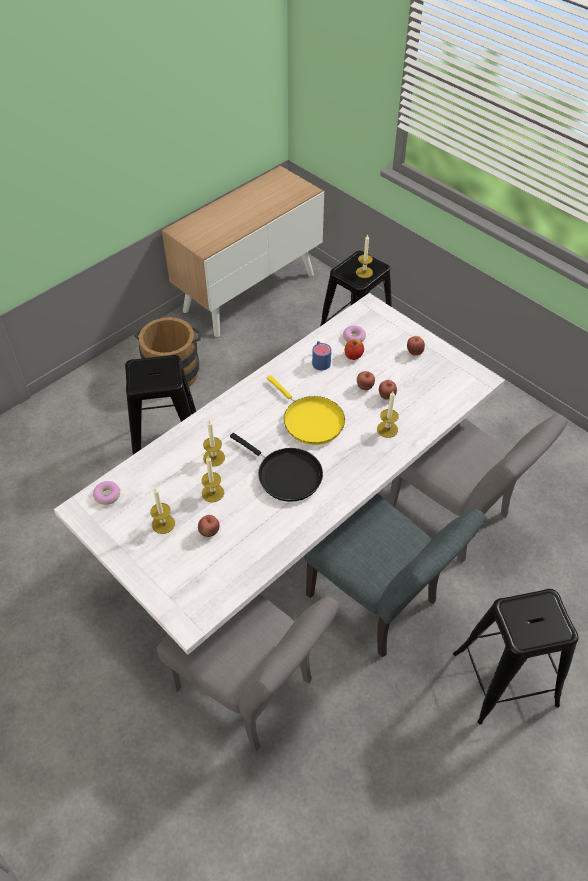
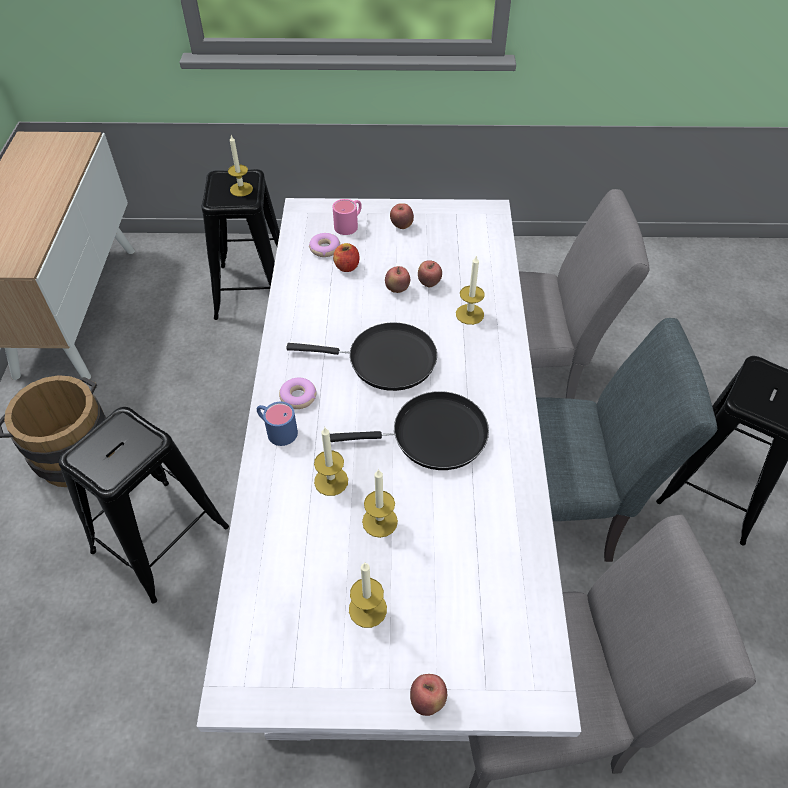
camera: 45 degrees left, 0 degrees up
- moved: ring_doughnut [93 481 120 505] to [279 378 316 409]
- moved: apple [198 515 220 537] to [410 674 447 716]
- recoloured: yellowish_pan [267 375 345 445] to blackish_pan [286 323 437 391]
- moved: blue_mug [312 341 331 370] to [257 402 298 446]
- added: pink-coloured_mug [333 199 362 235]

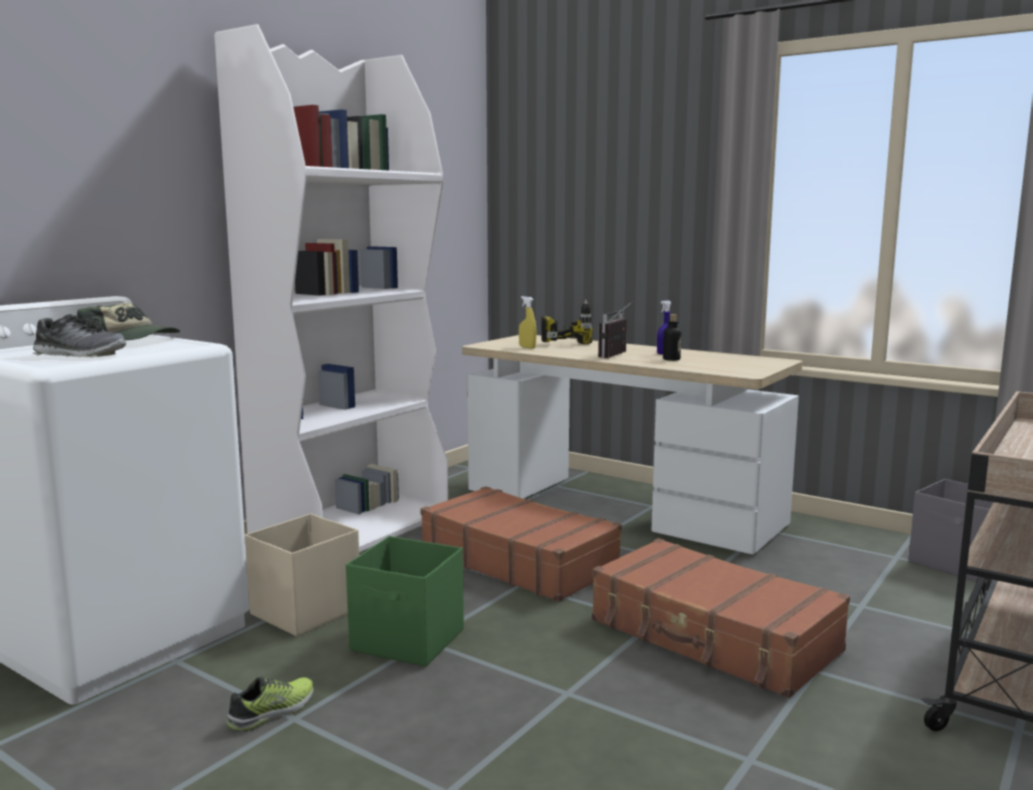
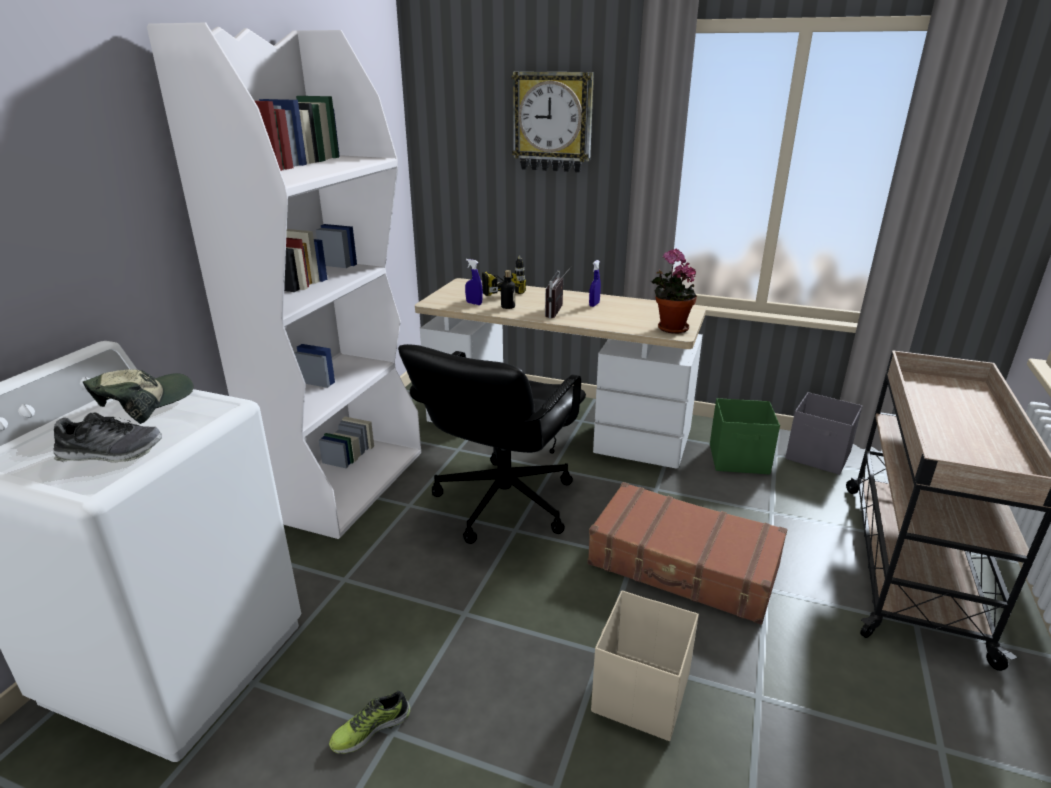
camera: 15 degrees left, 15 degrees up
- turned: baseball_cap [77 303 180 340] = [83 369 194 424] 60 degrees counterclockwise
- turned: shoe [227 677 313 732] = [329 691 410 754] 150 degrees counterclockwise
- moved: beige_storage_container [245 514 359 637] to [591 591 699 741]
- moved: green_storage_container [346 536 464 667] to [710 398 780 474]
- replaced: brown-coloured_travel_case [420 486 622 602] to blackish_computer_chair [398 344 586 544]
- recoloured: yellowish_spray_bottle [519 296 537 349] to blue_spray_bottle [465 259 483 305]
- moved: drink_bottle [663 314 682 361] to [501 270 515 309]
- added: clock_on_the_wall [511 71 594 173]
- added: plant_in_a_pot [651 249 697 334]

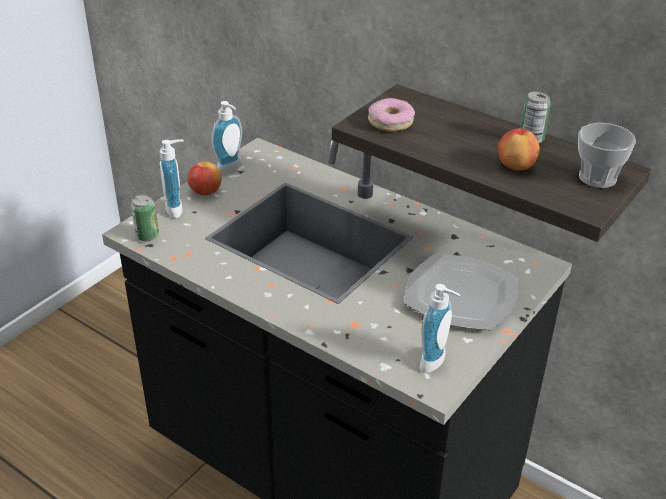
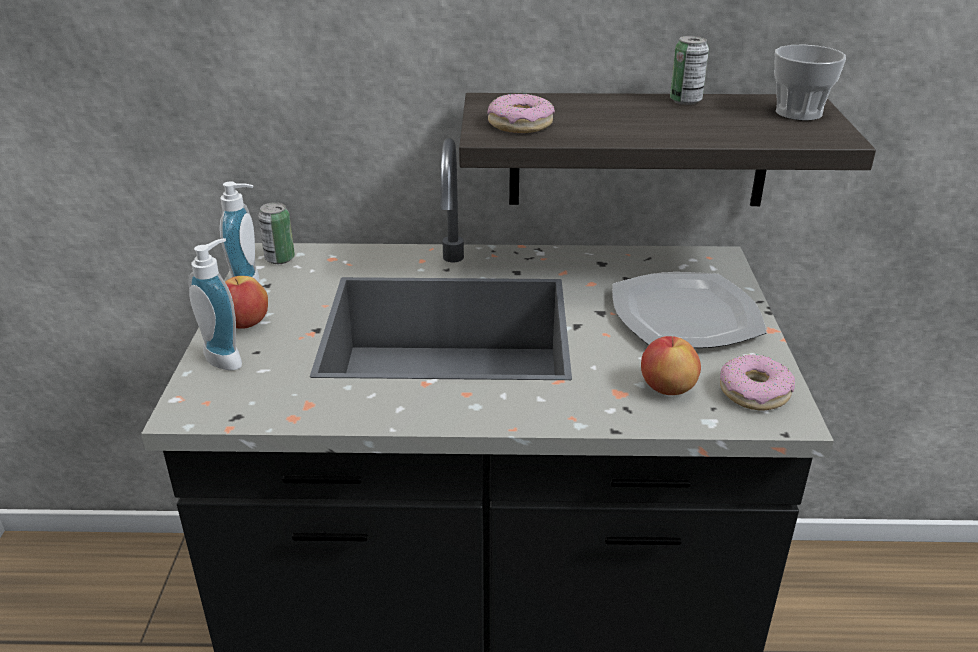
camera: 35 degrees left, 5 degrees down
- moved: metal_can [131 195 159 241] to [258 202 295 264]
- replaced: soap_bottle [420 284 460 373] to ring_doughnut [720 354 795 410]
- moved: apple [498 127 540 171] to [641 336 701 395]

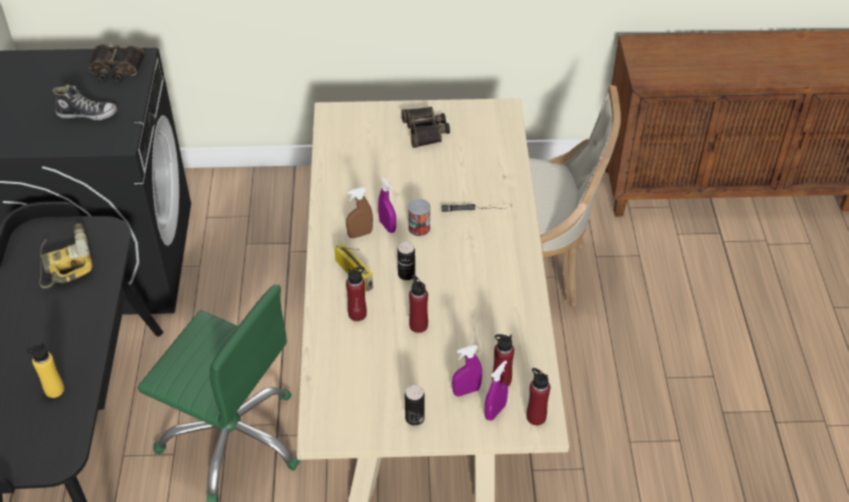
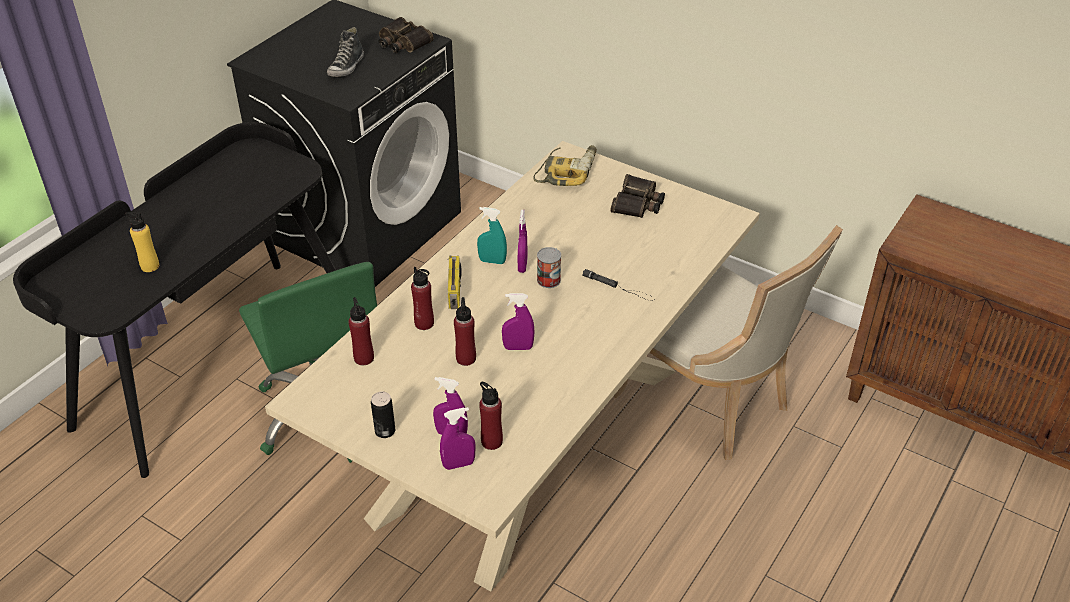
camera: 35 degrees right, 5 degrees down
- moved: power_drill [39 223 93 288] to [533 145 597 186]
- turned: shoe [53 84 117 120] = [327 27 364 77] 75 degrees clockwise
- recoloured: brown-coloured_spray_bottle [346 187 373 238] to blue-green_spray_bottle [477 207 507 264]
- removed: metal_can [397 242 415 280]
- moved: red_drink_bottle [526 368 550 425] to [348 297 374 365]
- added: purple_spray_bottle [502 293 534 350]

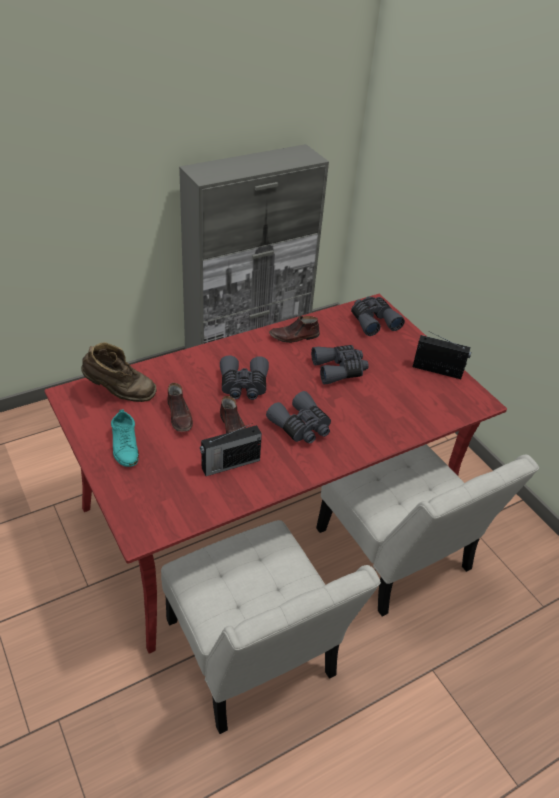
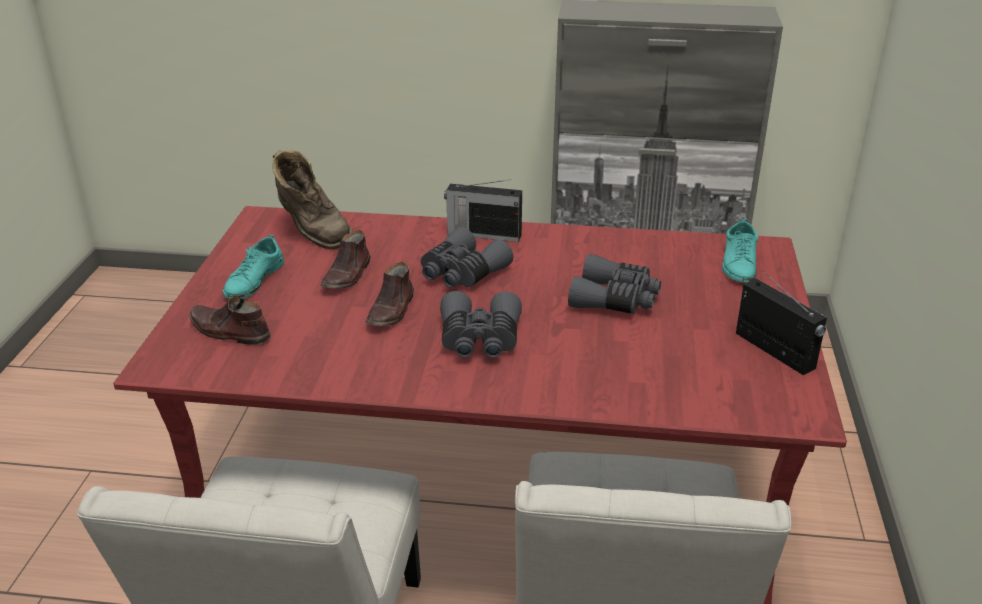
camera: 40 degrees right, 10 degrees down
- moved: radio [200 423 262 476] to [444 179 522 242]
- moved: brown-coloured_shoe [269 316 320 343] to [189 297 271 345]
- replaced: grey_binoculars [351 297 405 336] to blue-green_shoe [722 219 758 283]

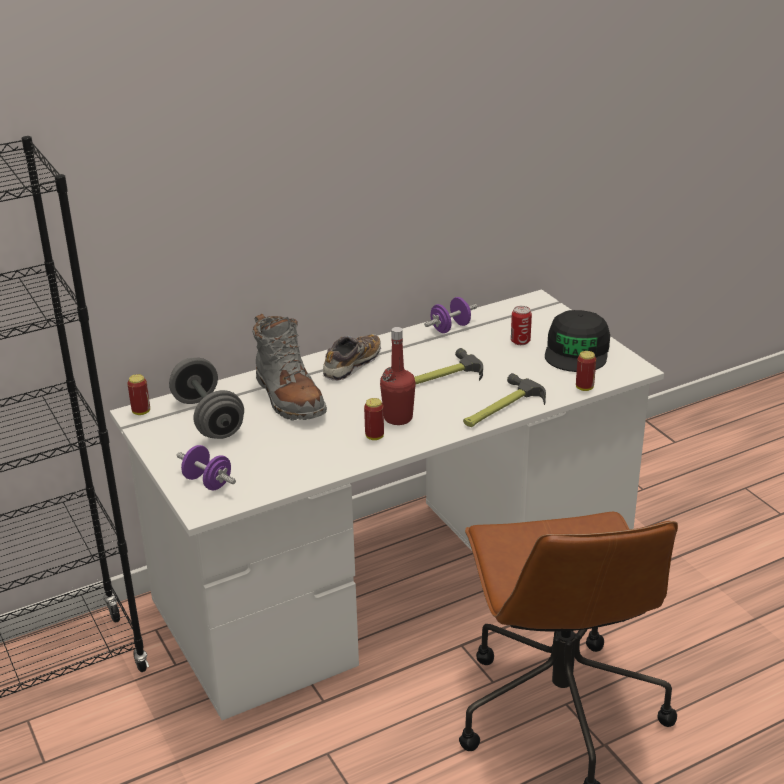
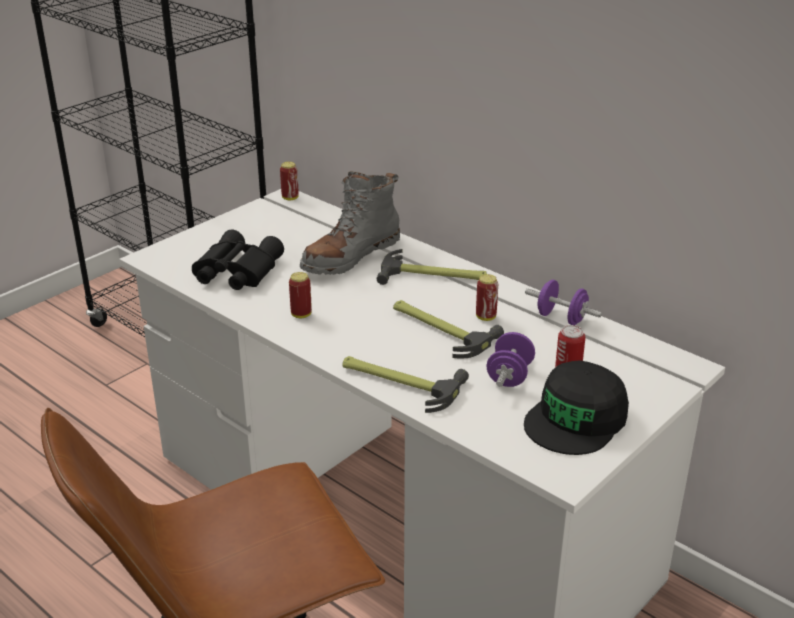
camera: 70 degrees right, 0 degrees up
- removed: grey_dumbbell [169 358 244 439]
- moved: purple_dumbbell [177 445 236 490] to [487 332 535 387]
- replaced: shoe [323 334 381 381] to tool_hammer [377 249 487 285]
- removed: red_drink_bottle [380 327 416 425]
- turned: blackish_baseball_cap [545 310 610 372] = [524 360 629 455] 45 degrees counterclockwise
- moved: metal_can [576 351 596 391] to [476 274 498 321]
- added: blackish_binoculars [192 230 284 290]

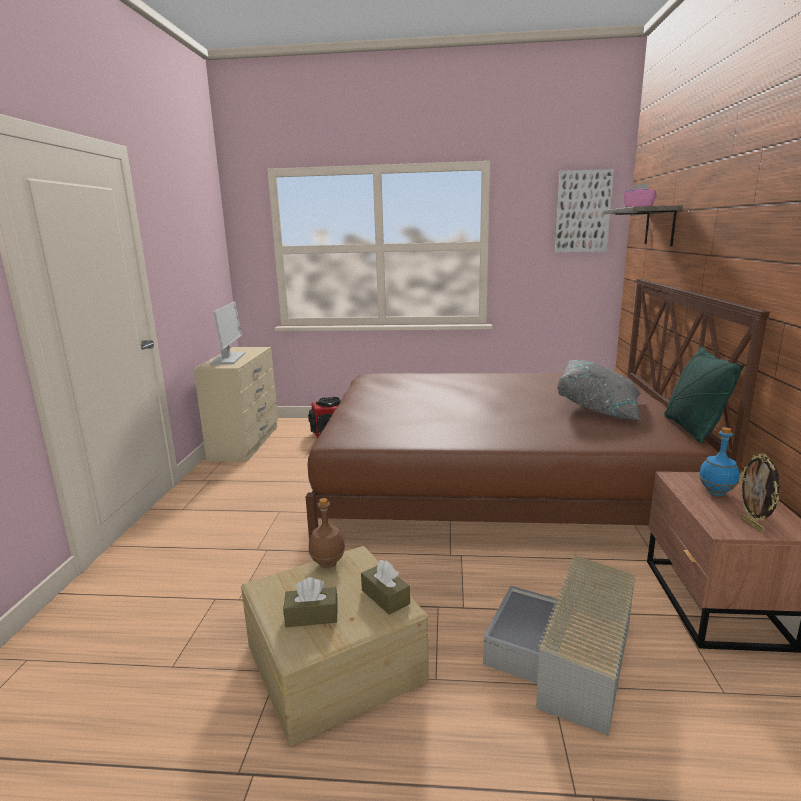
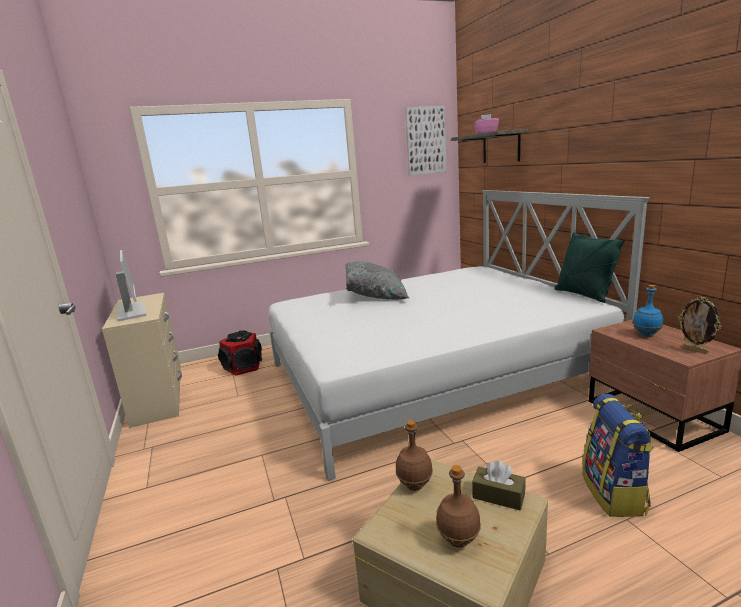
camera: 25 degrees left, 0 degrees up
- replaced: brown-coloured_tissue_holder [283 577 338 627] to brown-coloured_drink_bottle [436 465 481 548]
- recoloured: brown-coloured_bed [306 279 770 539] to white-coloured_bed [269 190 650 481]
- replaced: grey_storage_container [483 555 637 736] to knapsack [582 394 654 517]
- moved: grey_cushion [557 360 641 421] to [346 261 409 300]

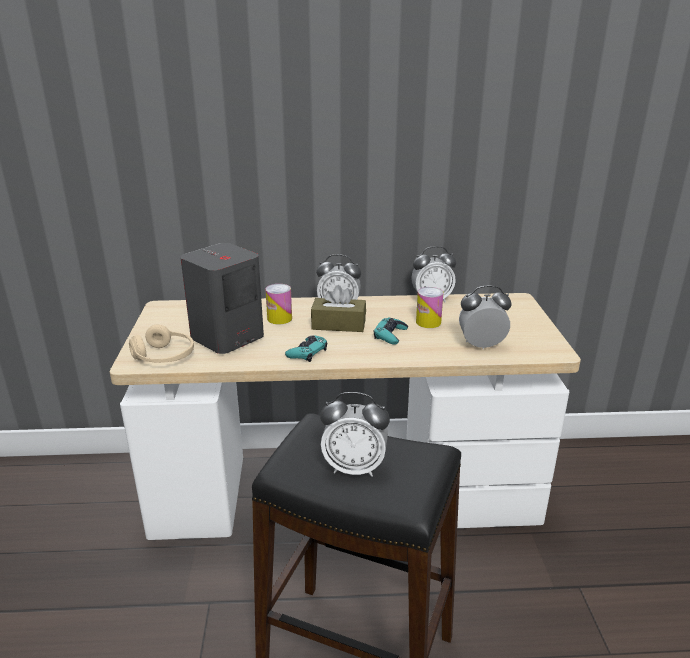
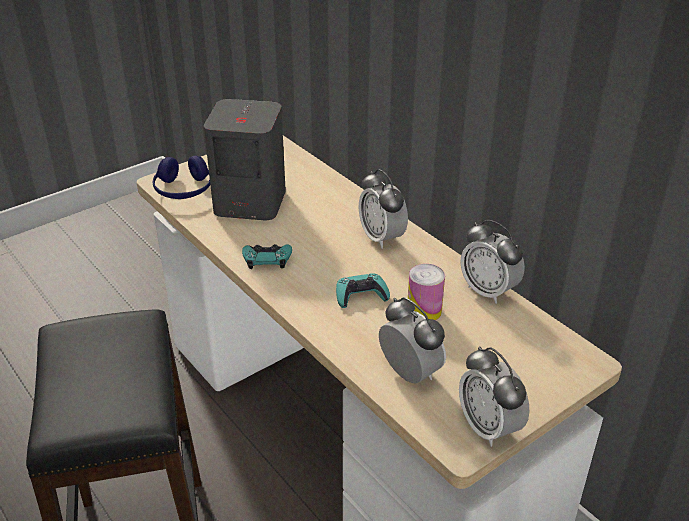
camera: 55 degrees right, 10 degrees up
- recoloured: beige_headphones [129 324 194 363] to blue_headphones [153 156 210 199]
- removed: metal_can [265 284 292 324]
- removed: brown-coloured_tissue_holder [311 285 366 332]
- moved: alarm_clock [320 392 390 477] to [459 346 529 447]

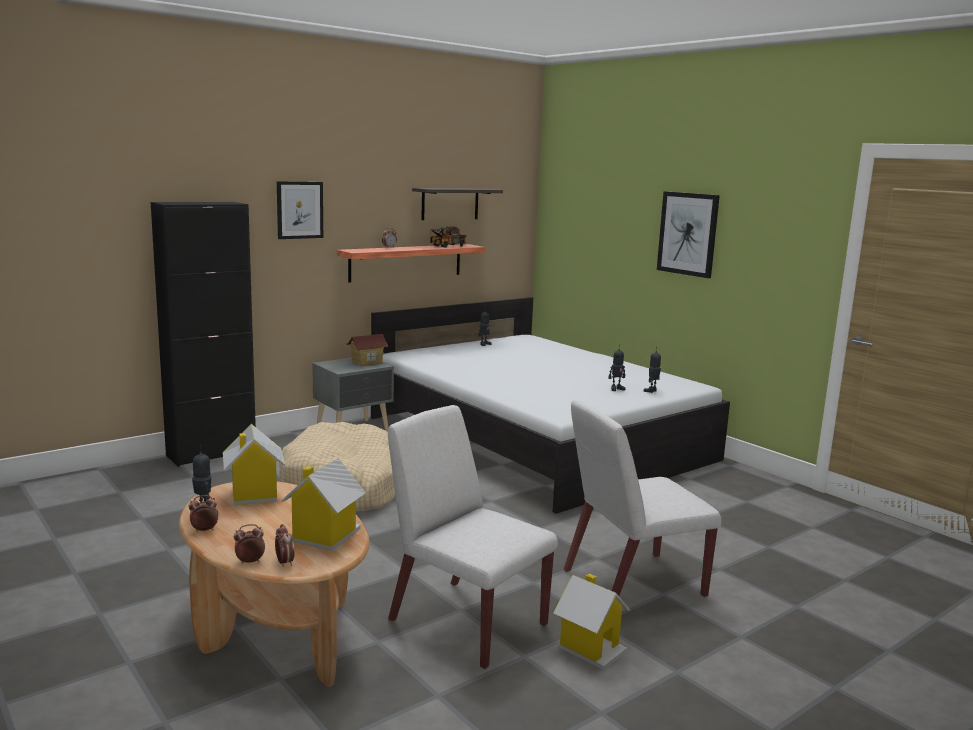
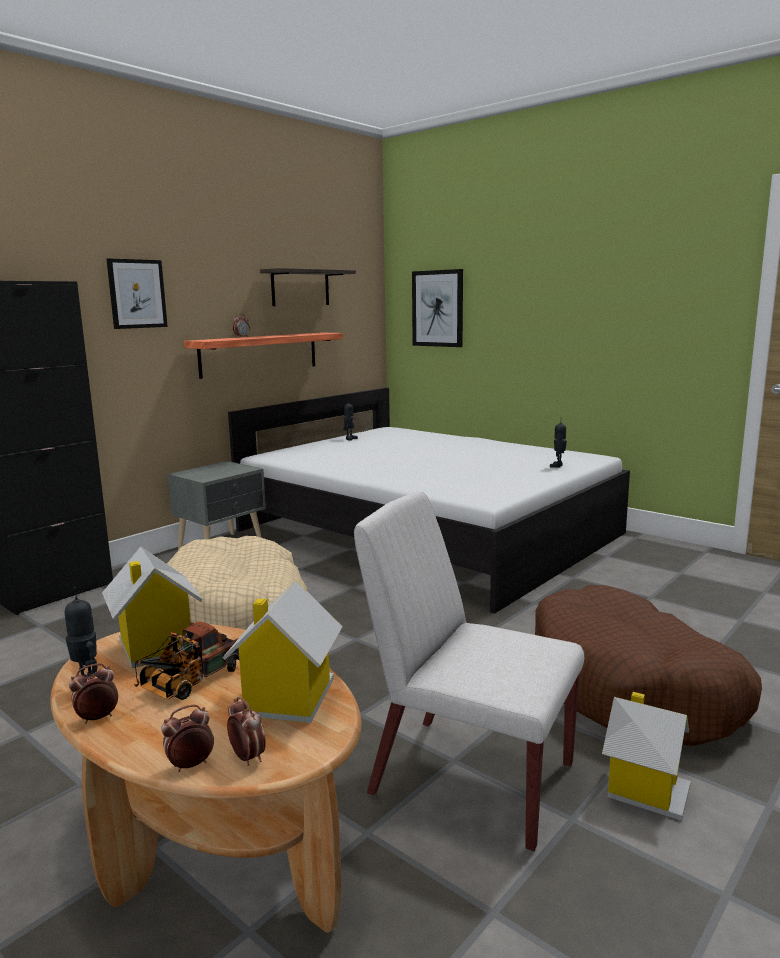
camera: 10 degrees left, 0 degrees up
- removed: toy_house [346 334 389 366]
- moved: toy_truck [430 226 467 248] to [134 621 239 700]
- replaced: white-coloured_chair [564 400 721 597] to brown-coloured_dog_bed [535 585 762 746]
- removed: robot_figure [608 345 626 391]
- moved: picture [657 191 720 278] to [412 269 463 347]

